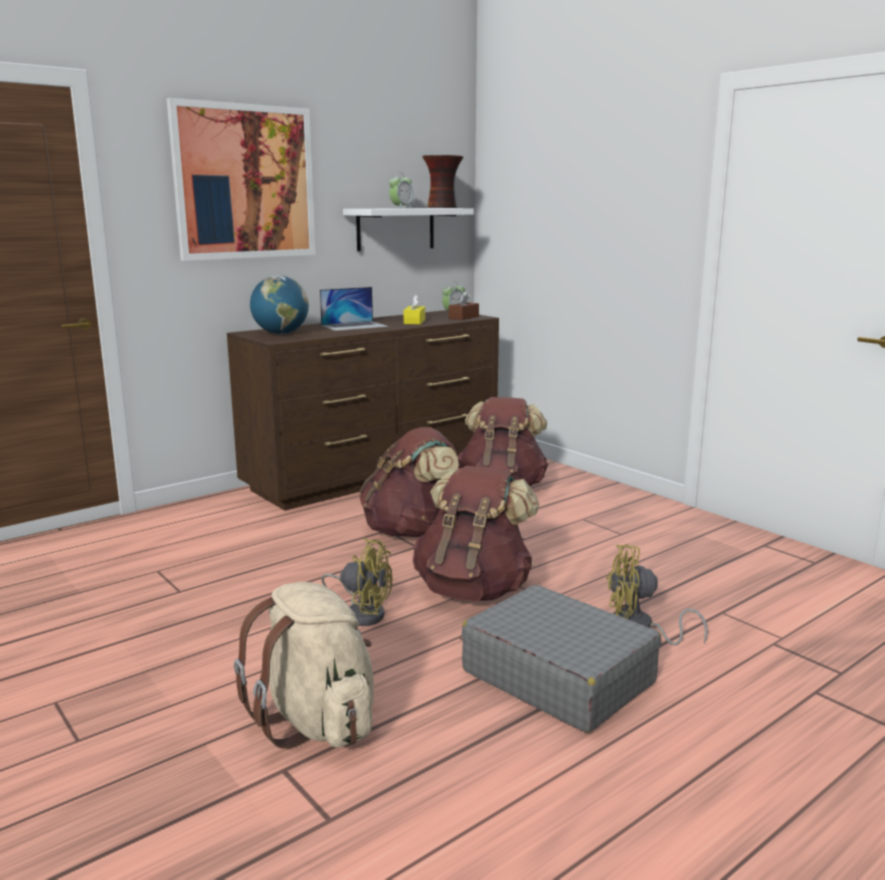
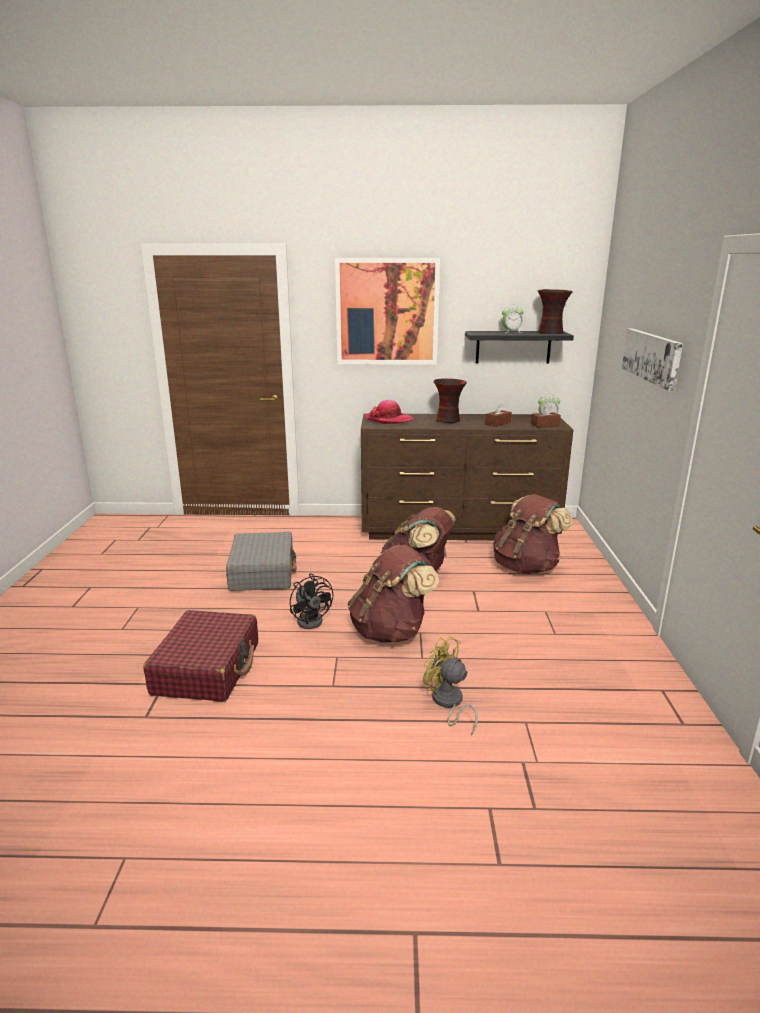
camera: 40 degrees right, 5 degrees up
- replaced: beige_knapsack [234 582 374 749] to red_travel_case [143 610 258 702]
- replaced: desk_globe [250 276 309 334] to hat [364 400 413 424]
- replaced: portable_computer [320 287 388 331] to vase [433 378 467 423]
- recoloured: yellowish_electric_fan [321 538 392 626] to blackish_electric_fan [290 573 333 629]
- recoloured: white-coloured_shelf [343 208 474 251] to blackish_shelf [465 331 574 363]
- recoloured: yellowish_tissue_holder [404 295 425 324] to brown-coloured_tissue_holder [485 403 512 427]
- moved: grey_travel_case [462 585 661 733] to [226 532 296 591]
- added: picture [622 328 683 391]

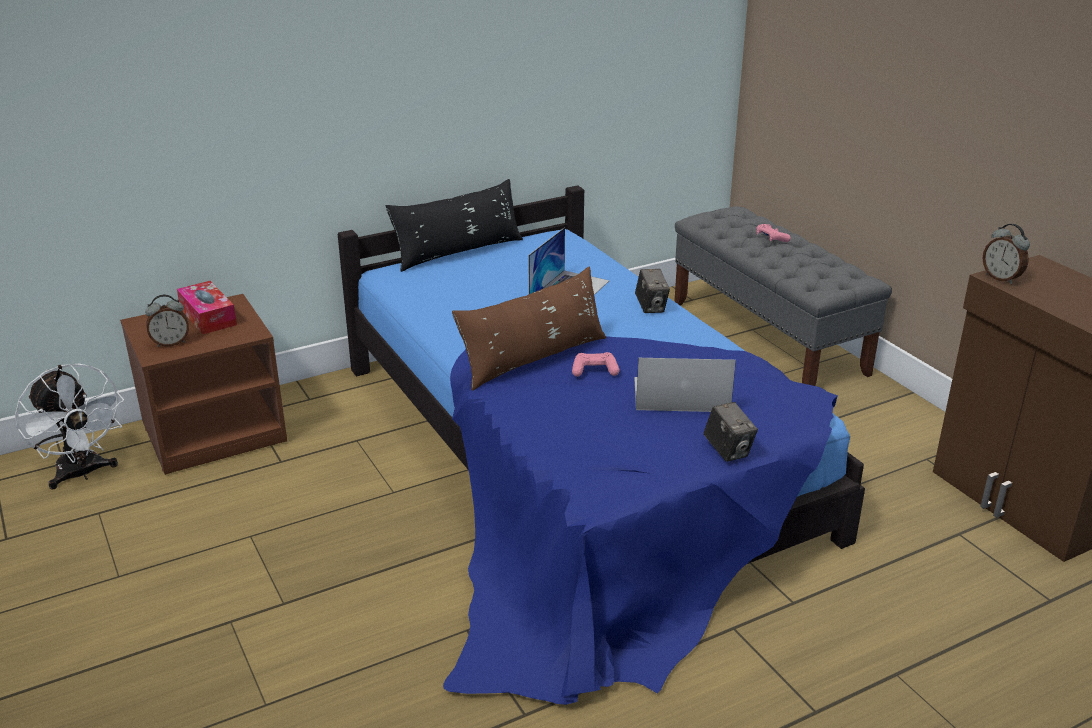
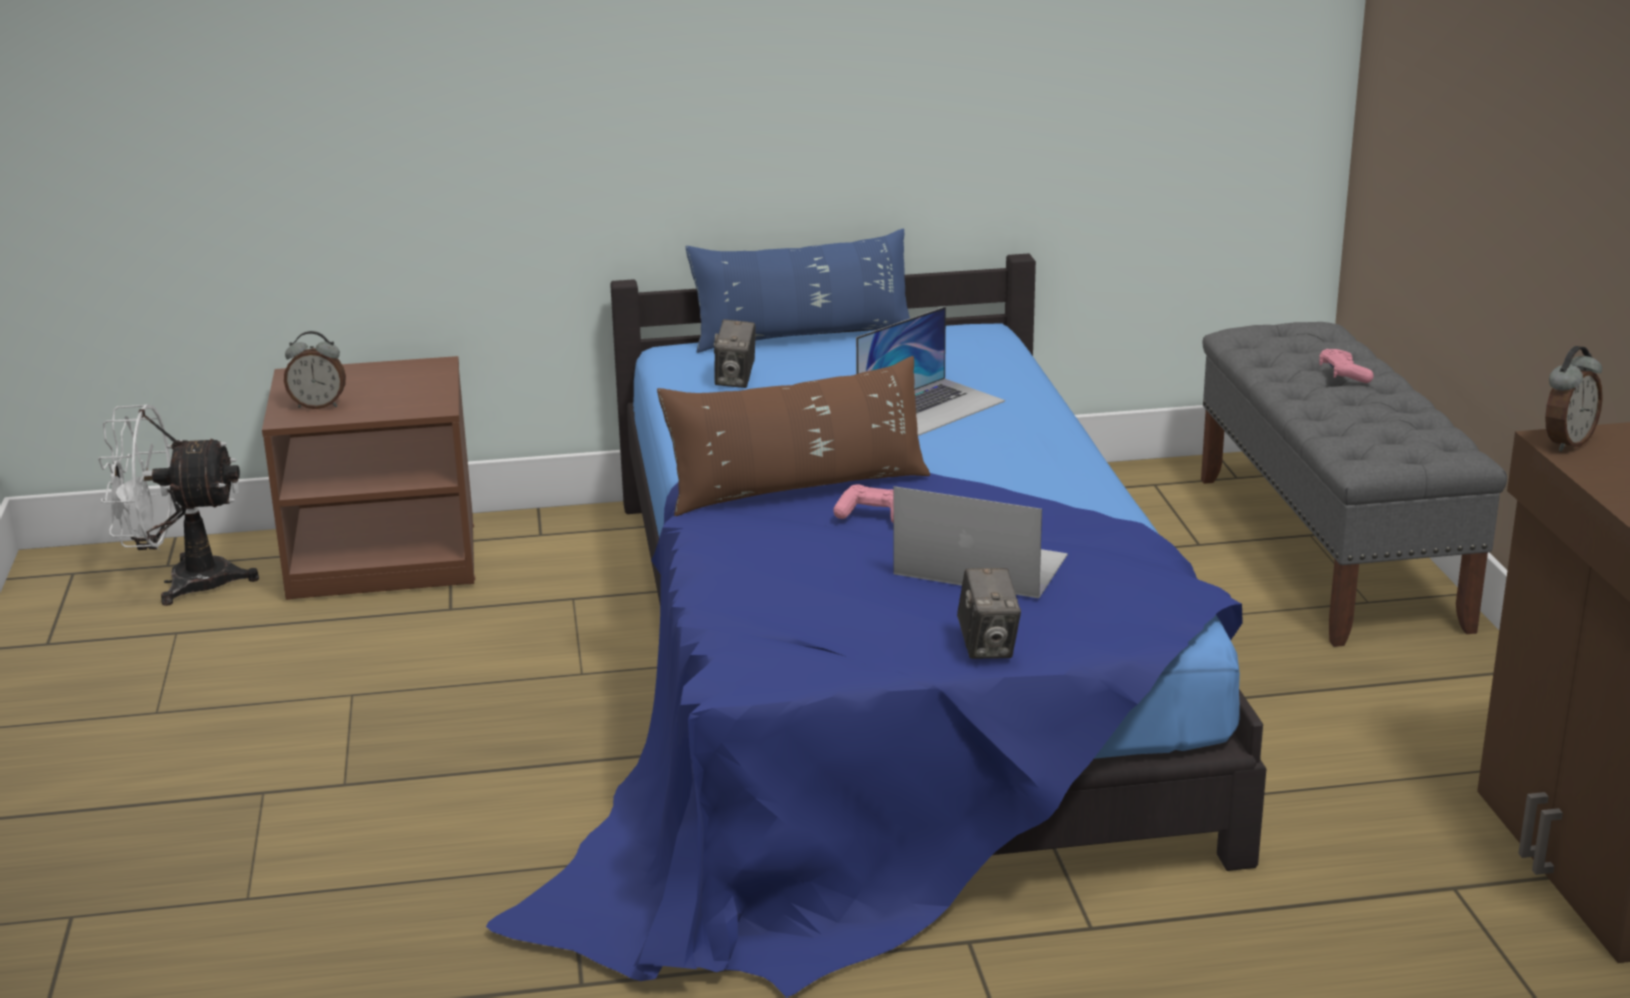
camera: 20 degrees right, 5 degrees down
- turned: white-coloured_electric_fan [15 363 124 490] = [98 404 259 606] 105 degrees clockwise
- removed: tissue_holder [177 281 237 334]
- recoloured: blackish_cushion [386 179 523 272] to blue_cushion [686 228 910 353]
- moved: photo_camera [635 269 670 313] to [714 319 755 388]
- turned: alarm_clock [982 224 1030 284] = [1545 346 1603 452] 120 degrees counterclockwise

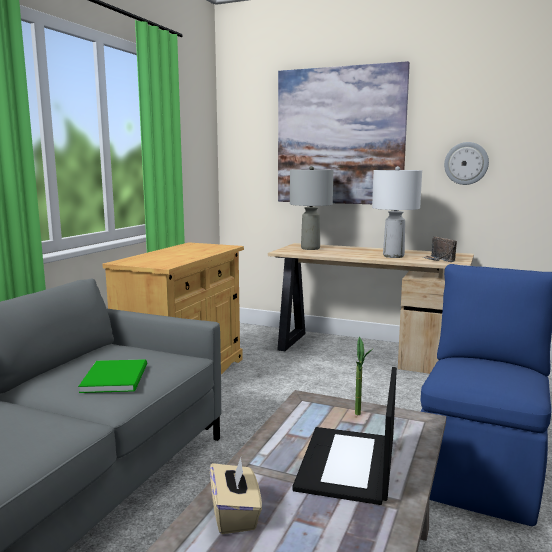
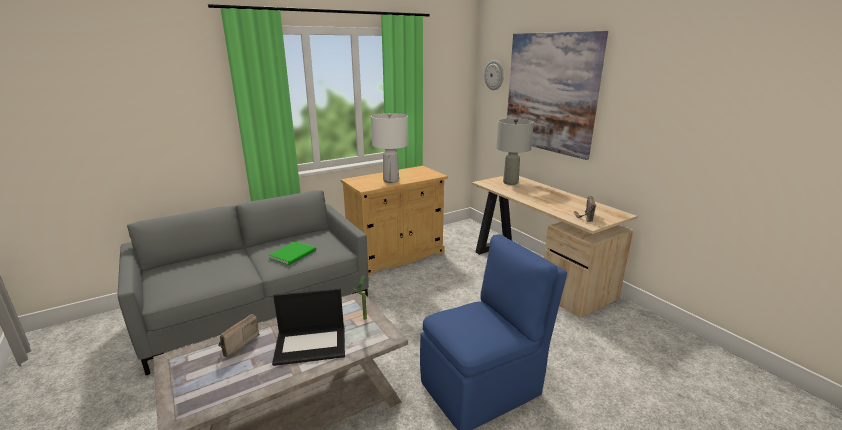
camera: 35 degrees right, 10 degrees up
- replaced: beige_tissue_holder [210 458 262 534] to radio [218 314 260 358]
- turned: portable_computer [292 367 397 505] = [272 288 345 366] 150 degrees counterclockwise
- moved: white-coloured_tabletop_lamp [372 166 422 258] to [371 113 408 183]
- moved: clock_on_the_wall [444 142 489 185] to [484 60 504 90]

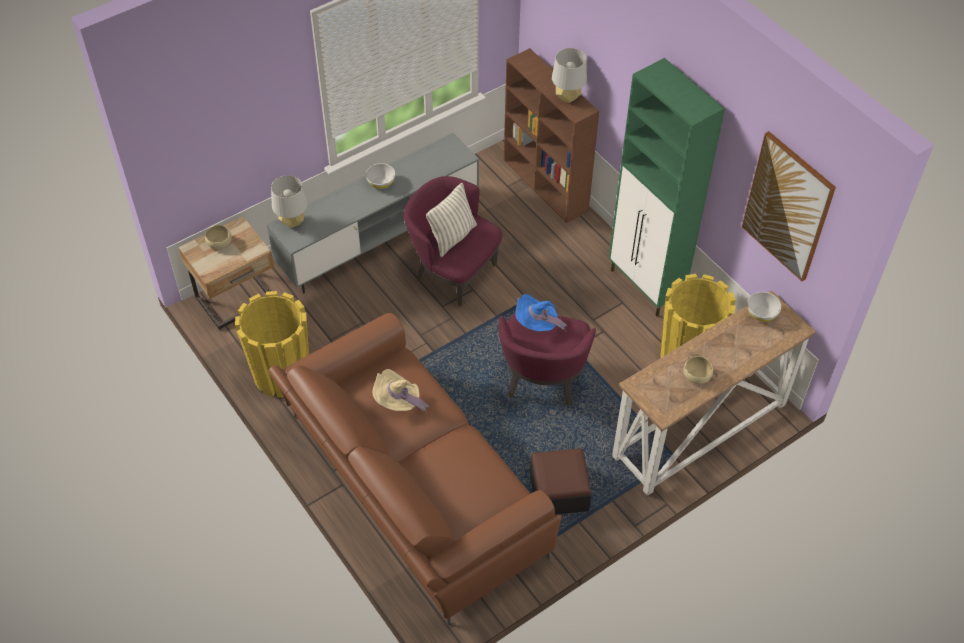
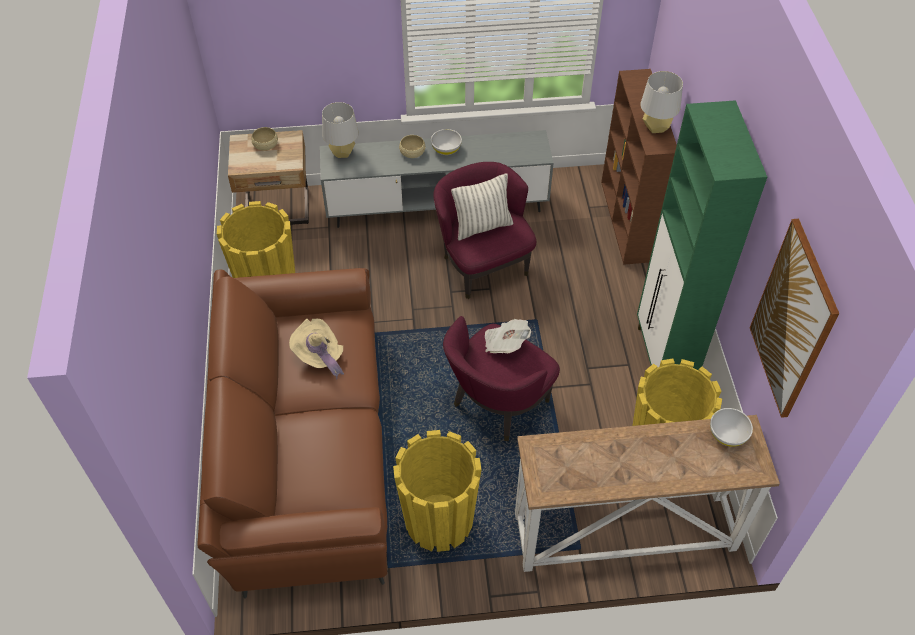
camera: 30 degrees right, 0 degrees up
- replaced: blue_hat [515 294 567 332] to printed_paper [485 319 531 354]
- replaced: ottoman [530 448 592 514] to yellowish_planter [393 430 482 552]
- moved: beige_deep_dish [683 356 713 384] to [399 135 425 158]

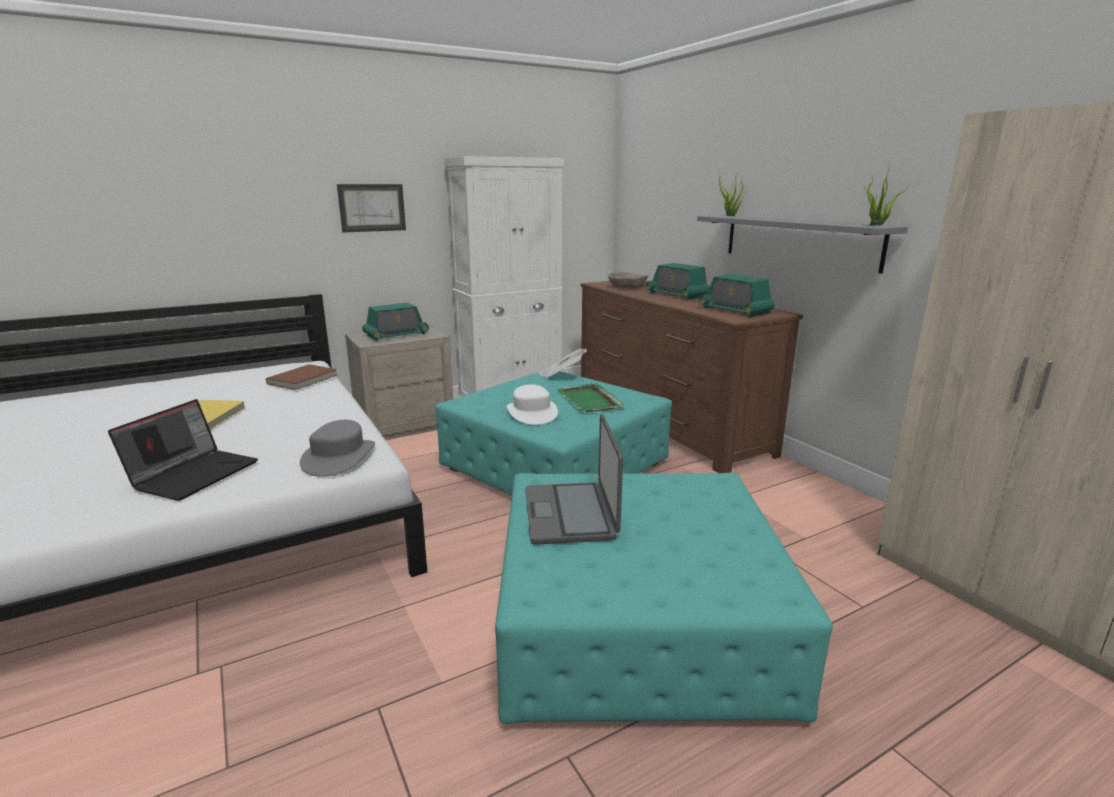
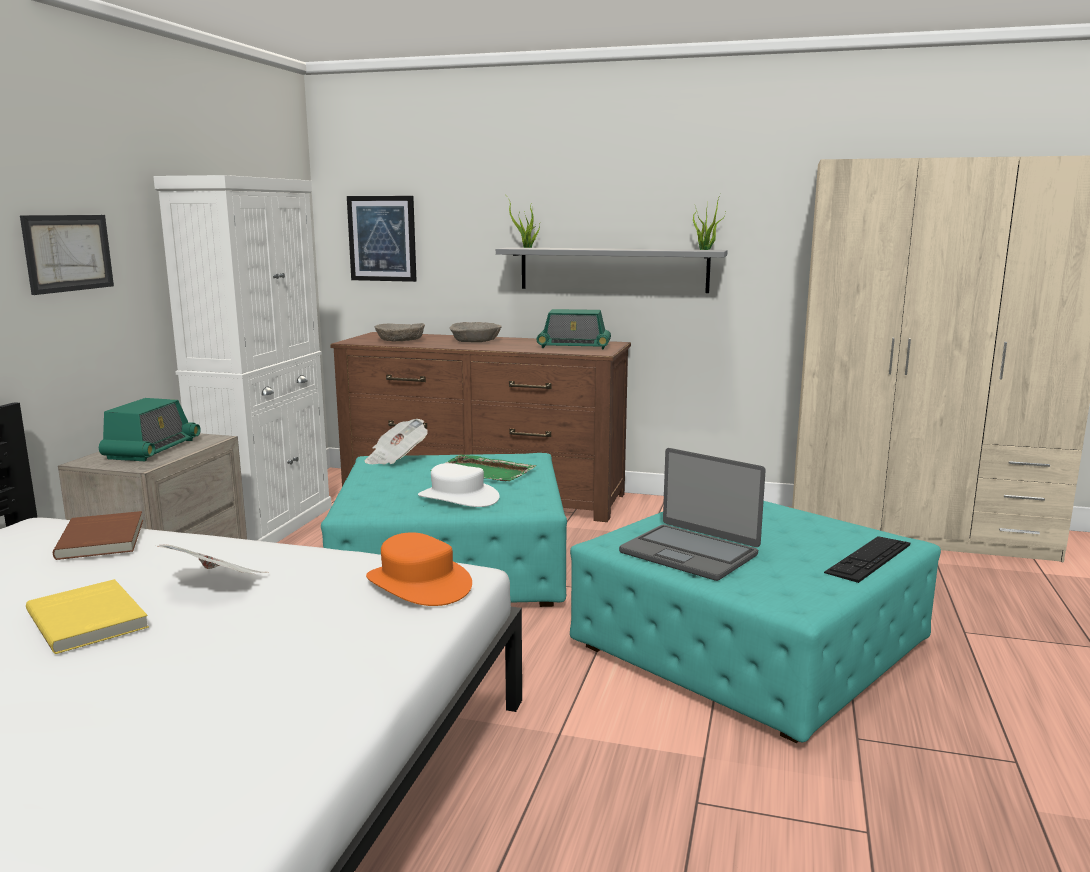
camera: 45 degrees left, 5 degrees down
- removed: portable_computer [108 399 258 501]
- recoloured: grey_hat [300 420 375 477] to orange-coloured_hat [366 532 472 606]
- replaced: radio [645 263 710 300] to beige_deep_dish [450 322 502 342]
- added: printed_paper [157 545 269 574]
- added: picture [347 196 417 282]
- added: keyboard [824 536 910 583]

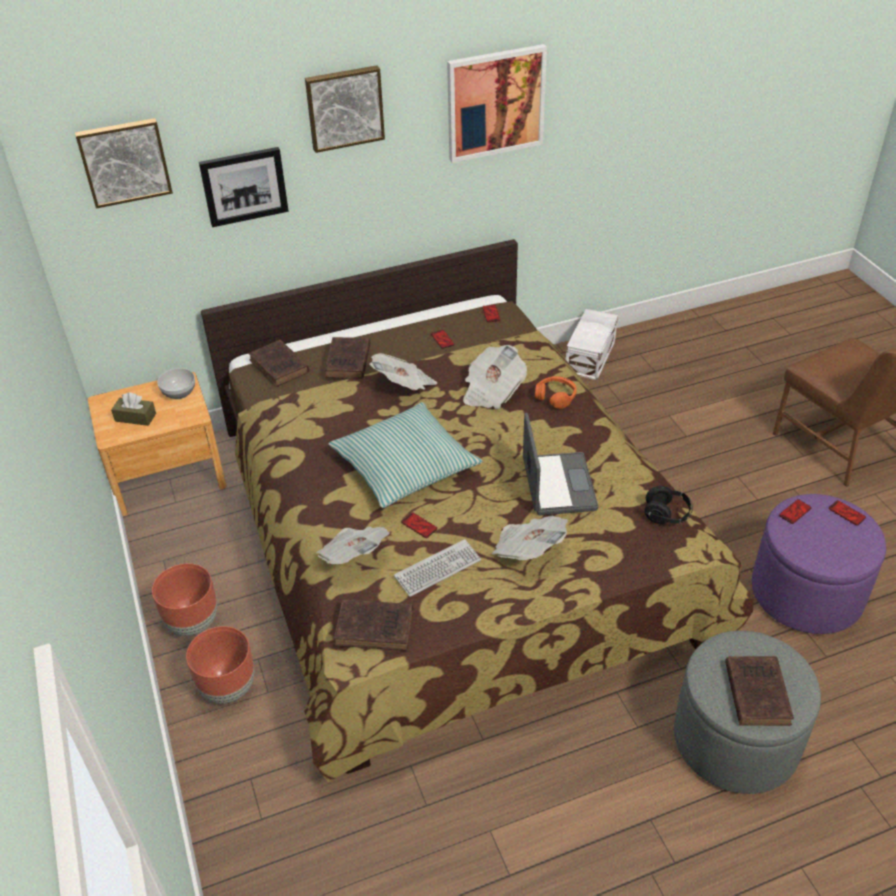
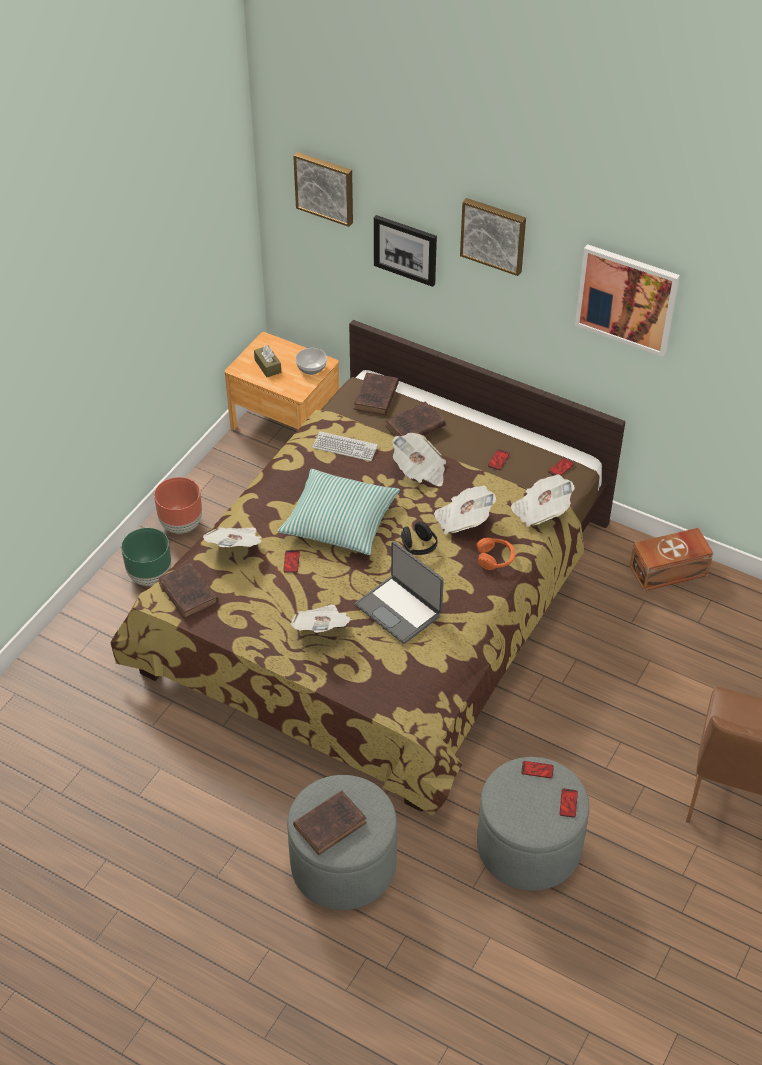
camera: 50 degrees right, 5 degrees up
- recoloured: brown-coloured_planter [186 626 254 704] to green_planter [121 528 171 586]
- moved: keyboard [394 539 481 597] to [312 431 378 461]
- turned: portable_computer [523 413 598 515] = [355 541 444 644] 90 degrees clockwise
- recoloured: white-coloured_storage_container [566 309 618 380] to brown-coloured_storage_container [630 528 714 591]
- moved: blackish_headphones [645 486 693 524] to [401 521 438 555]
- recoloured: purple_ottoman [752 494 886 634] to grey_ottoman [477 757 589 891]
- added: printed_paper [511 475 575 527]

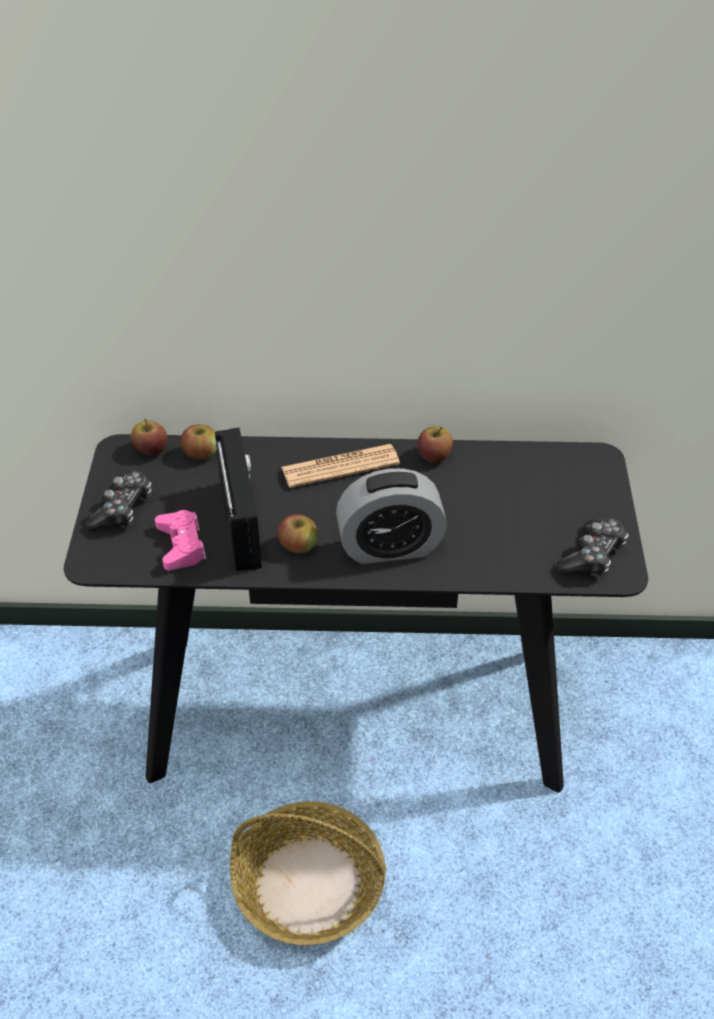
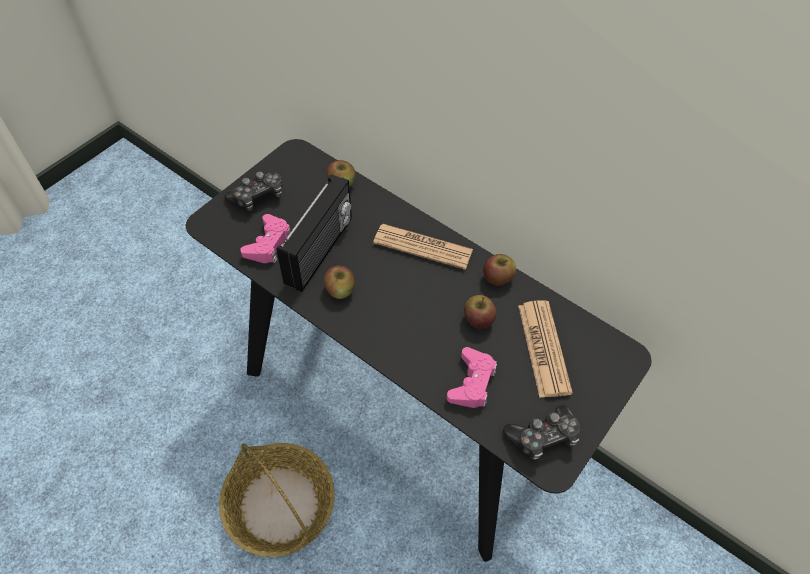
camera: 35 degrees right, 10 degrees up
- moved: apple [131 419 167 456] to [464 295 496 329]
- removed: alarm_clock [336 468 447 564]
- added: pink-coloured_joypad [447 347 497 408]
- added: printed_paper [518 300 573 398]

